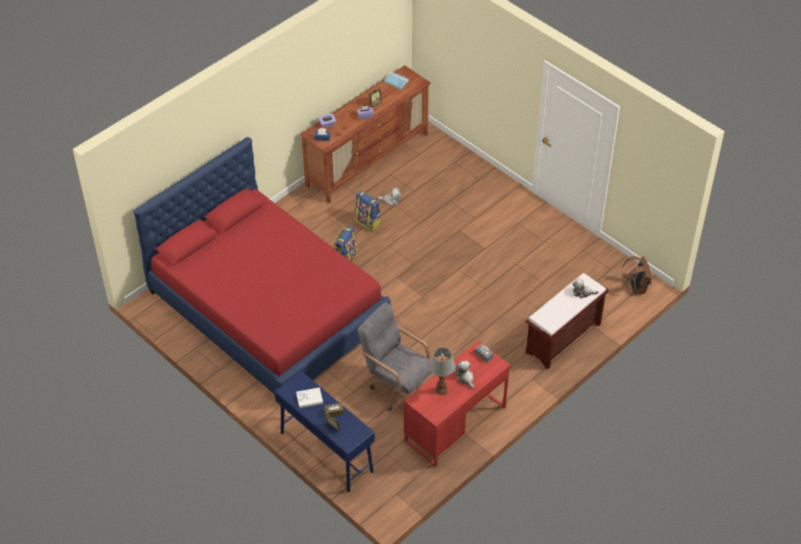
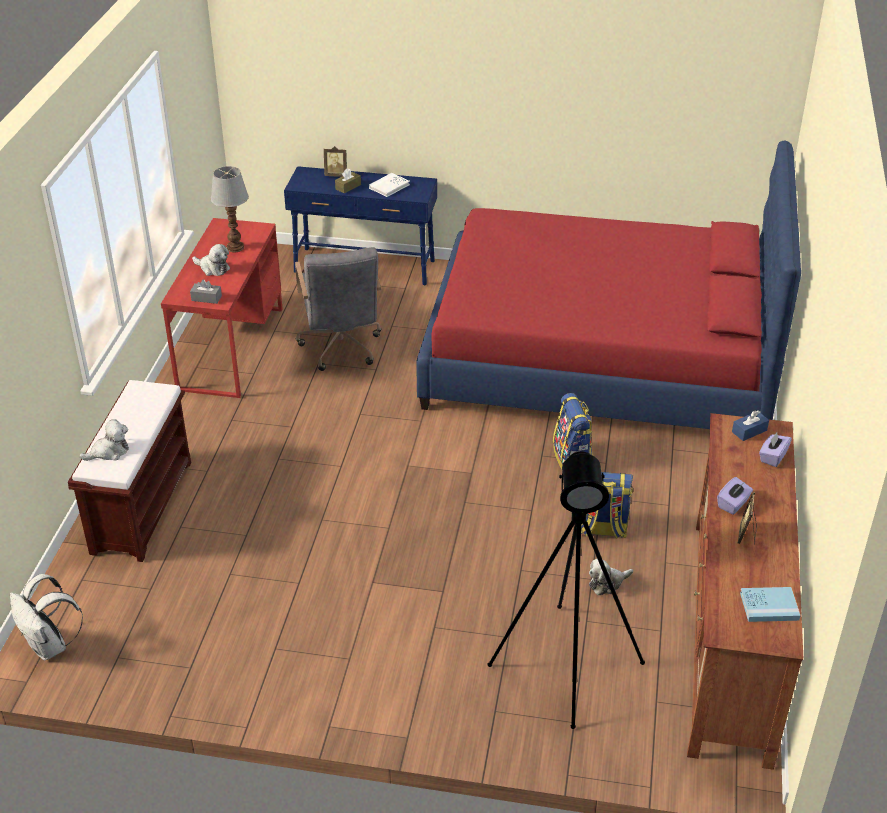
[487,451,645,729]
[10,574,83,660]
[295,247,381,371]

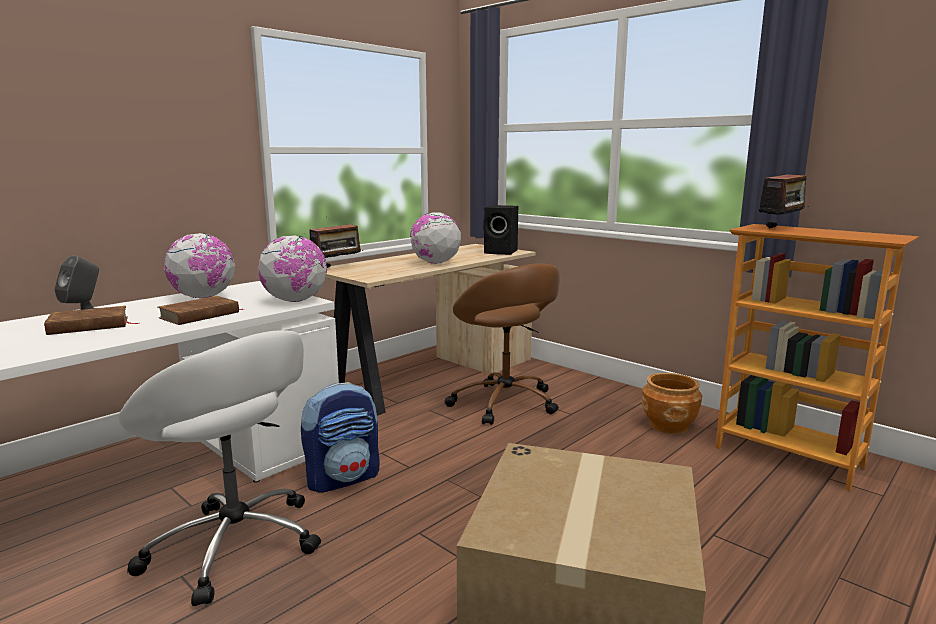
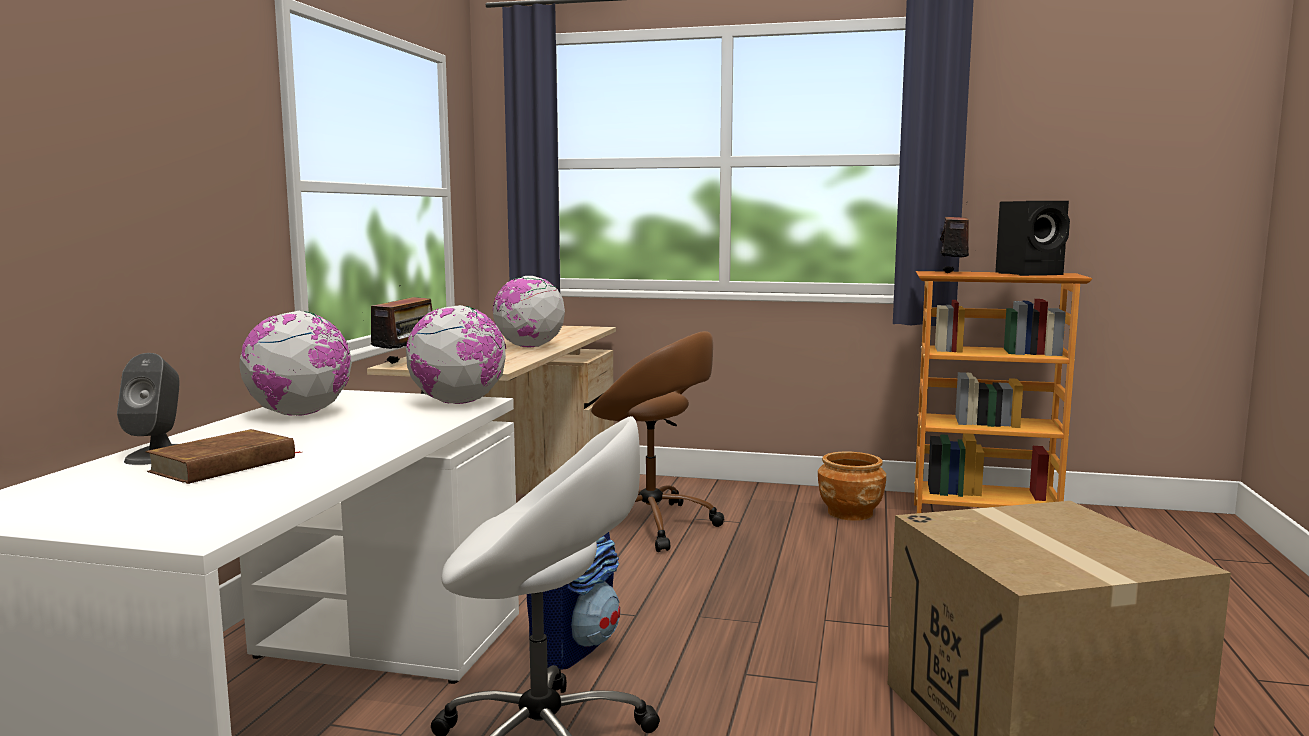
[158,296,243,325] (first image)
[995,201,1070,276]

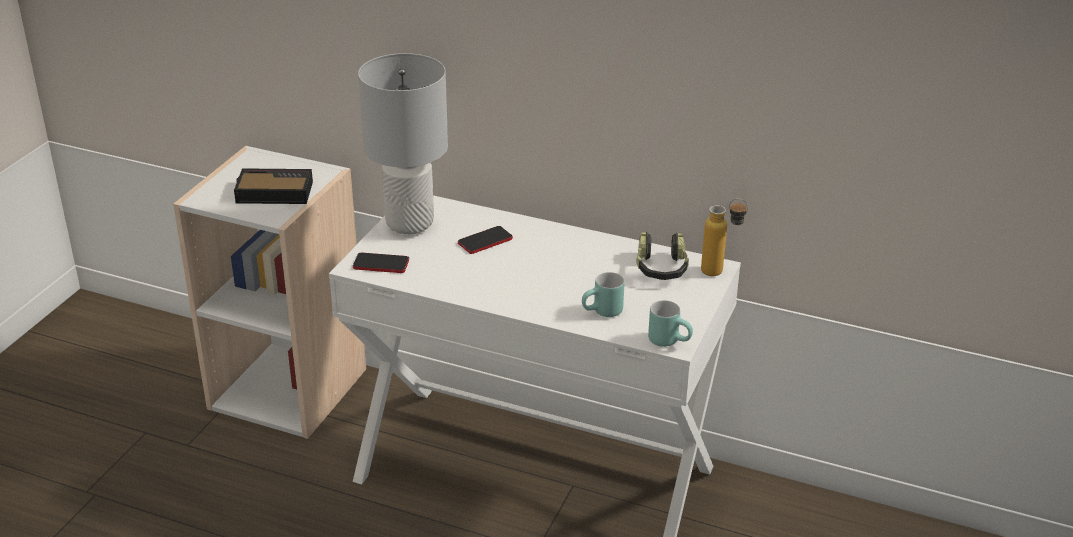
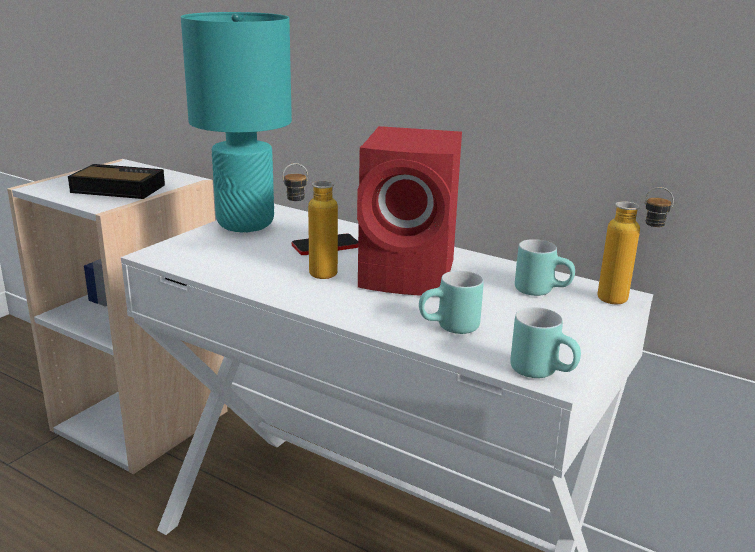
[353,253,409,273] (first image)
[282,163,338,279]
[357,126,462,296]
[515,239,575,296]
[181,12,292,232]

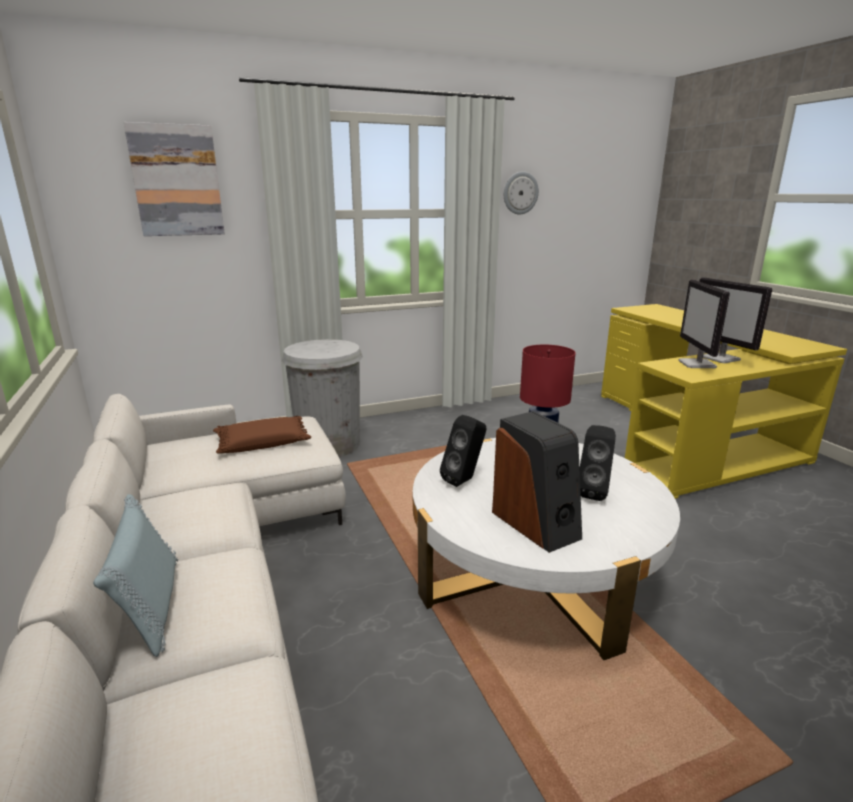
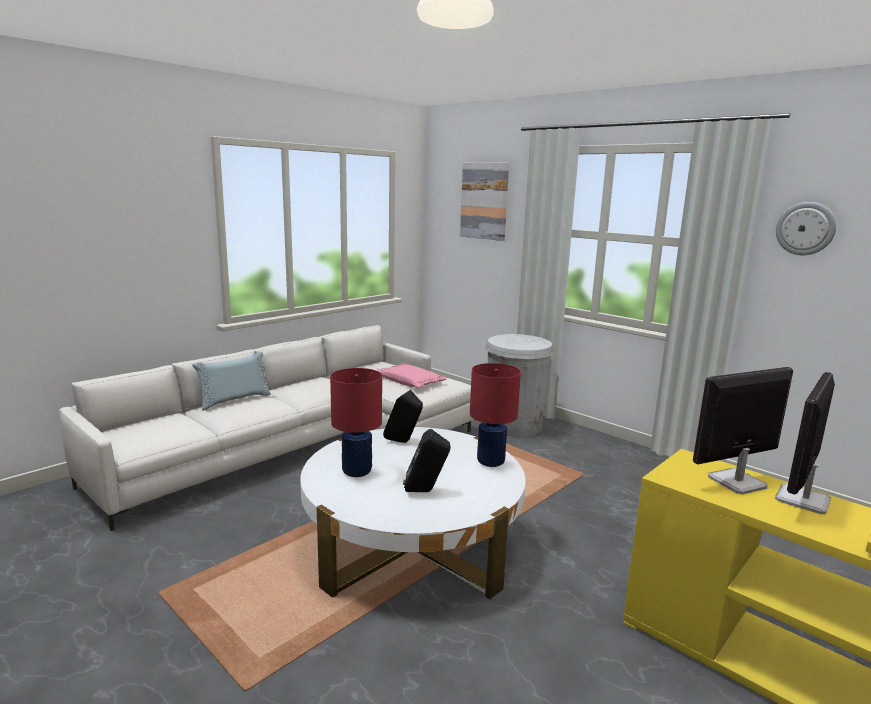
[330,368,382,477]
[377,363,447,388]

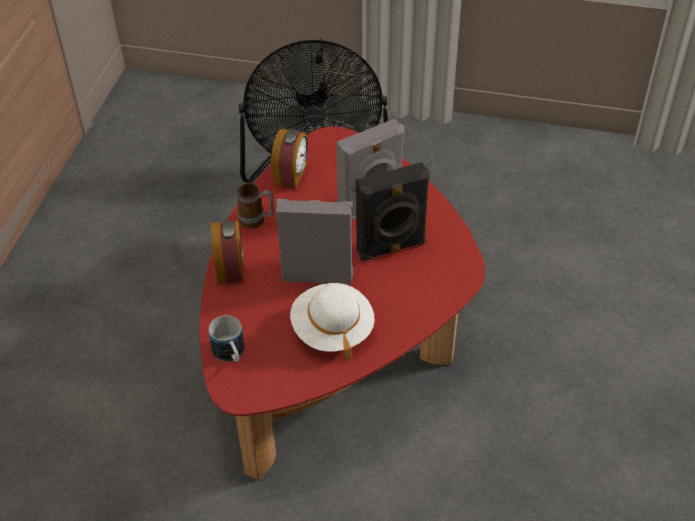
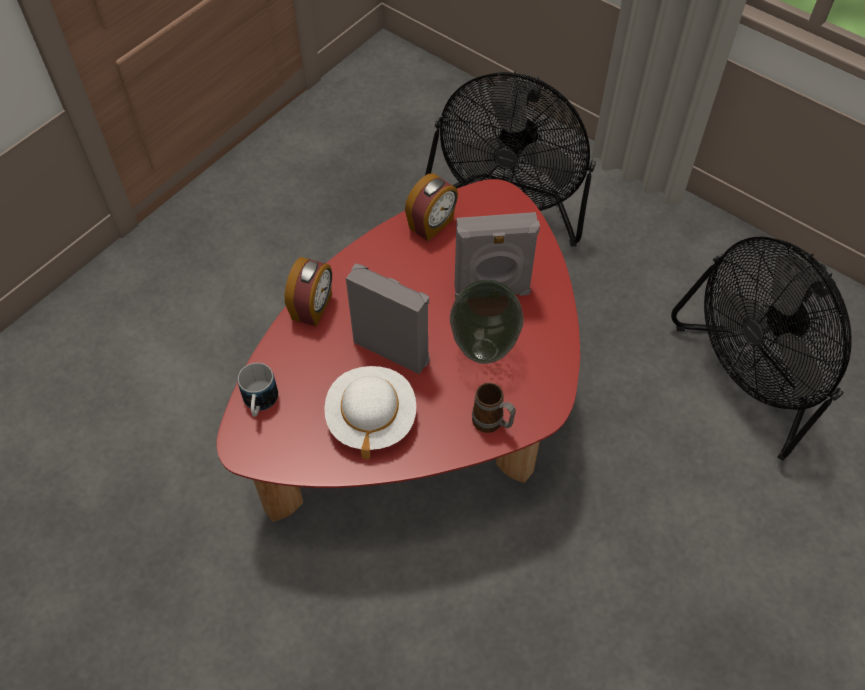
[671,237,852,461]
[472,383,516,433]
[450,280,524,364]

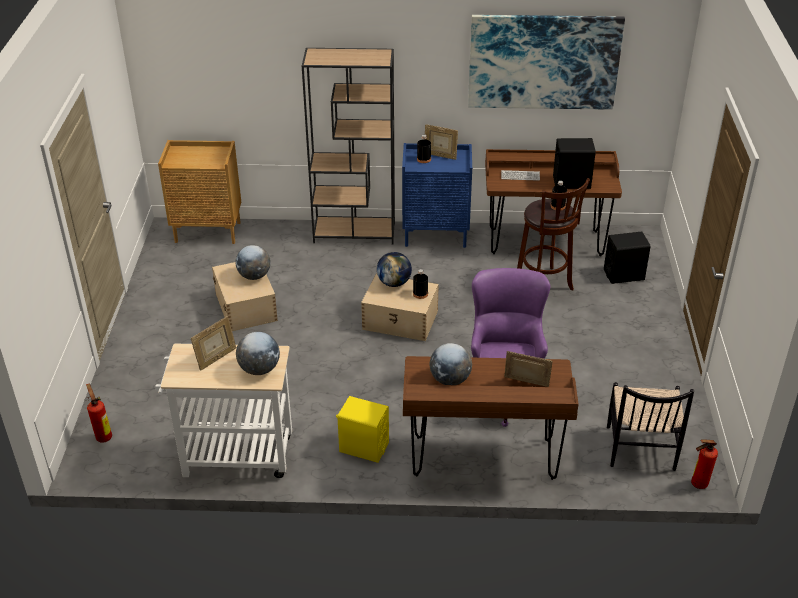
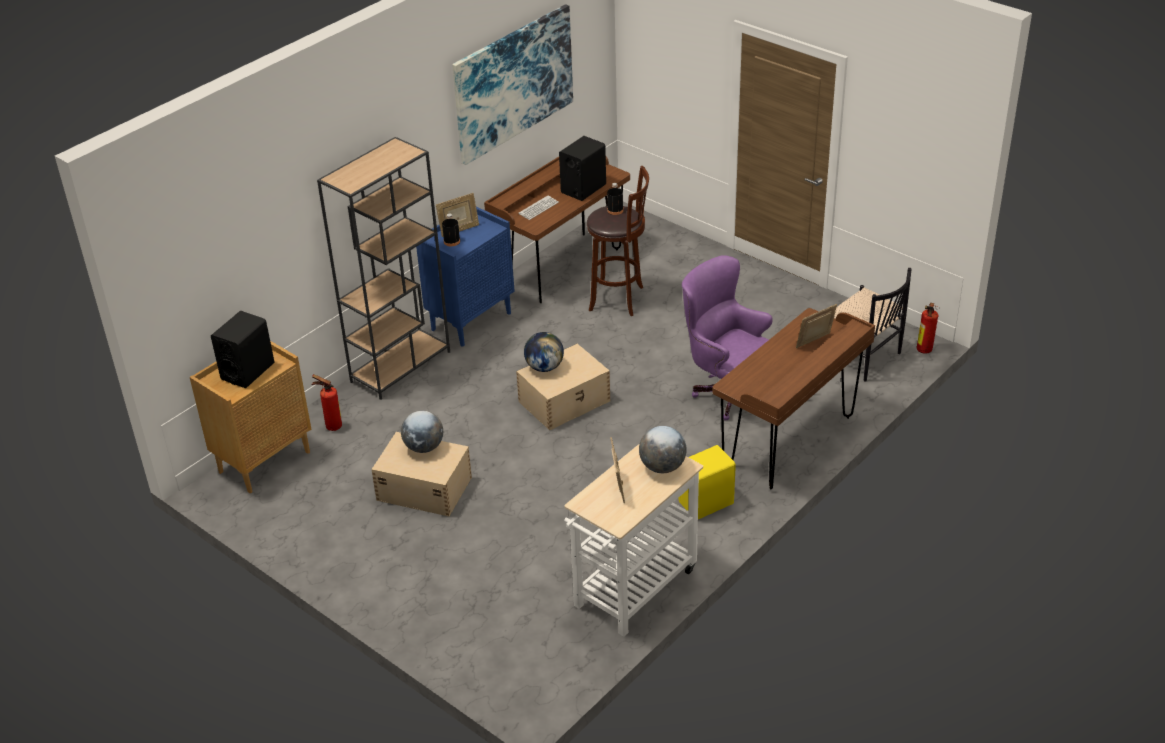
[413,269,428,299] (first image)
[430,343,472,385] (first image)
[312,374,342,431]
[211,311,274,388]

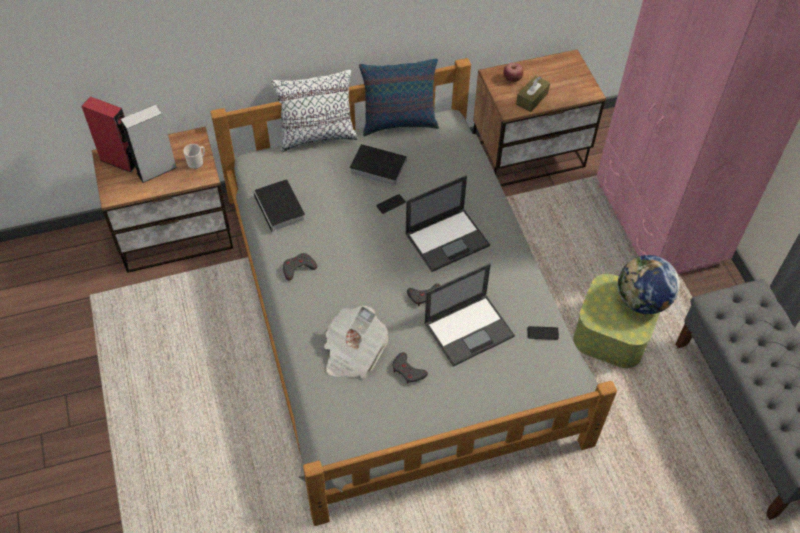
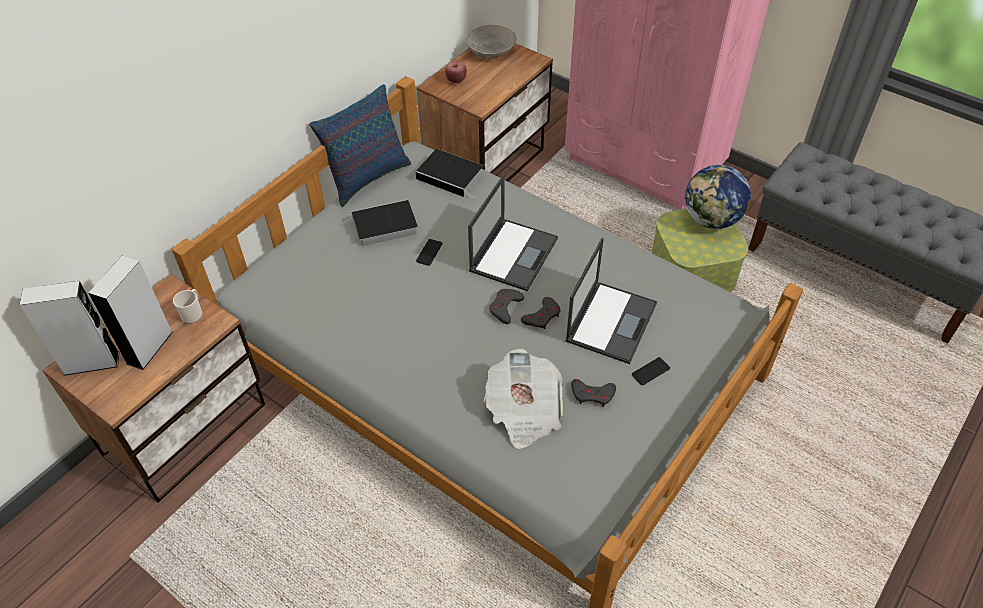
[272,70,358,152] (first image)
[516,76,550,112] (first image)
[466,25,516,59]
[416,149,483,199]
[489,289,524,324]
[632,357,670,385]
[20,281,119,376]

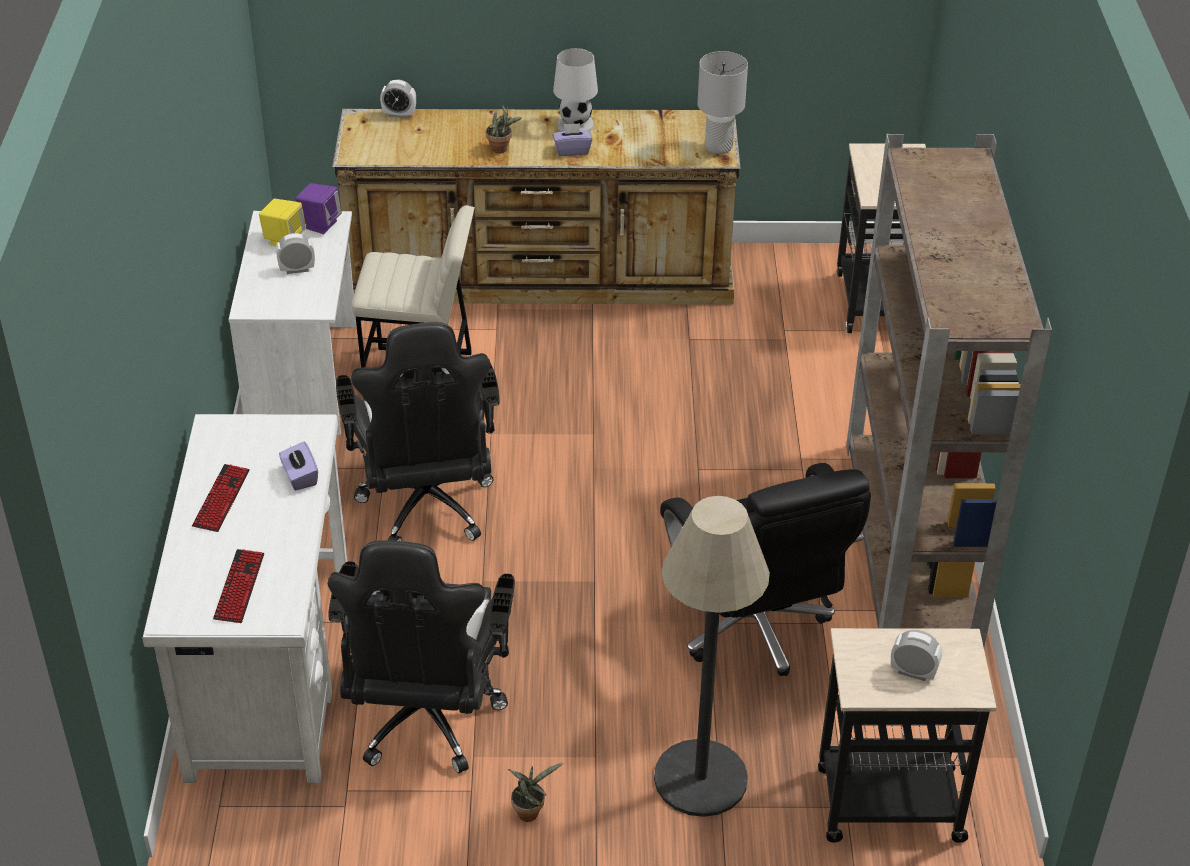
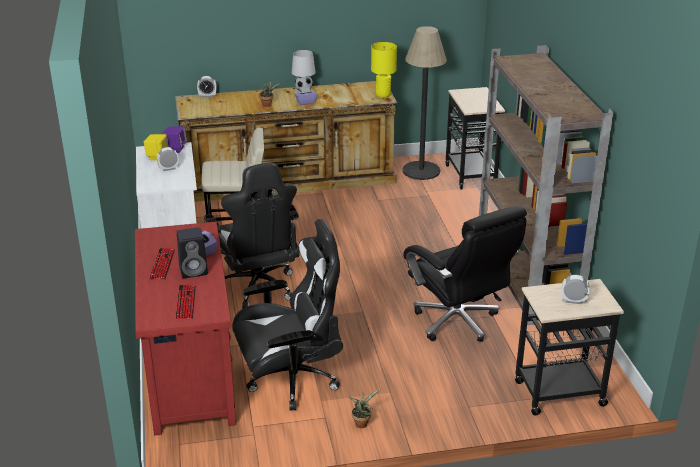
[177,227,208,278]
[403,26,447,180]
[135,222,236,435]
[371,42,397,98]
[232,219,343,411]

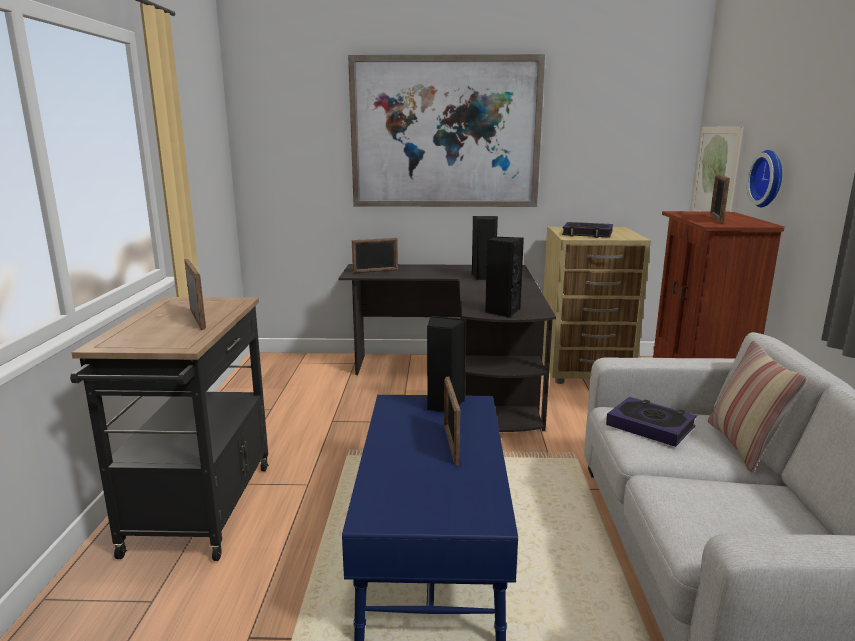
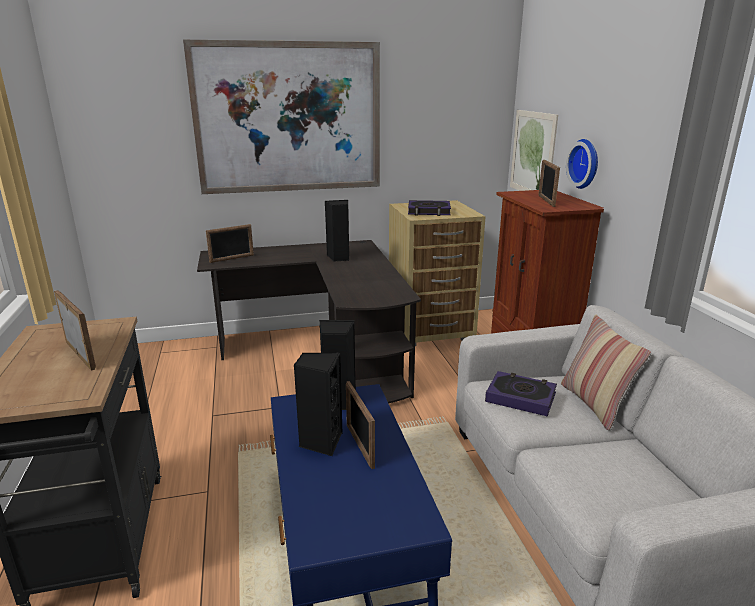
[294,352,343,456]

